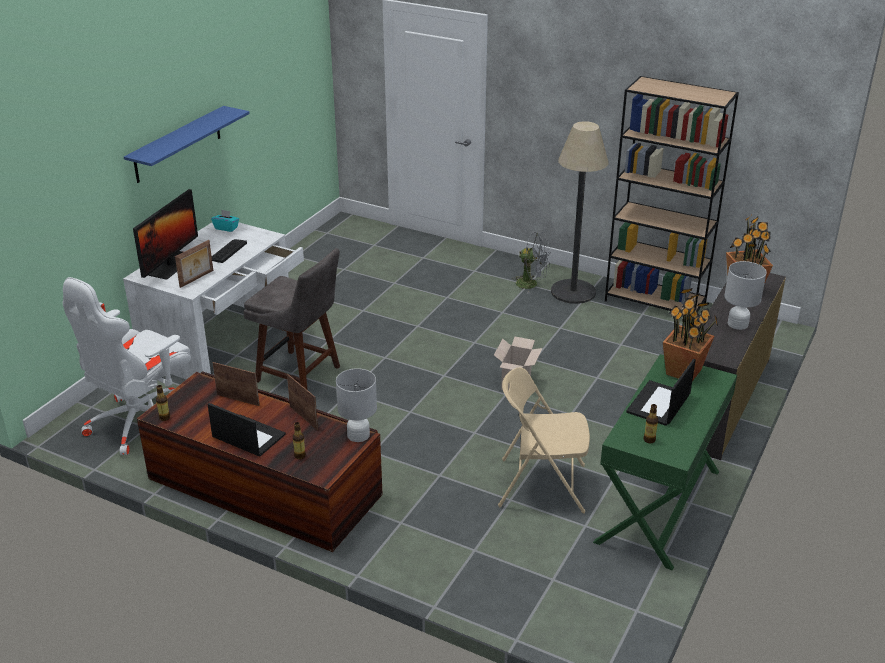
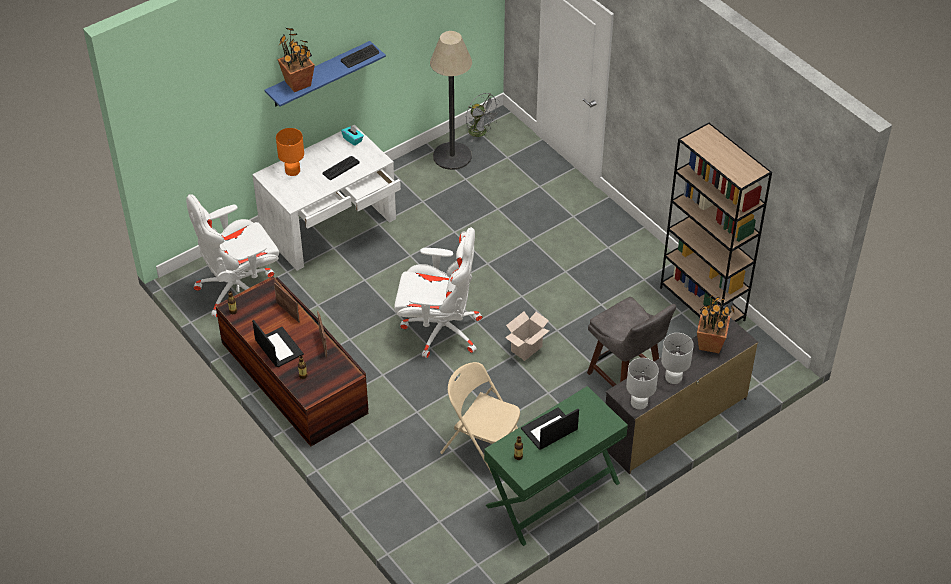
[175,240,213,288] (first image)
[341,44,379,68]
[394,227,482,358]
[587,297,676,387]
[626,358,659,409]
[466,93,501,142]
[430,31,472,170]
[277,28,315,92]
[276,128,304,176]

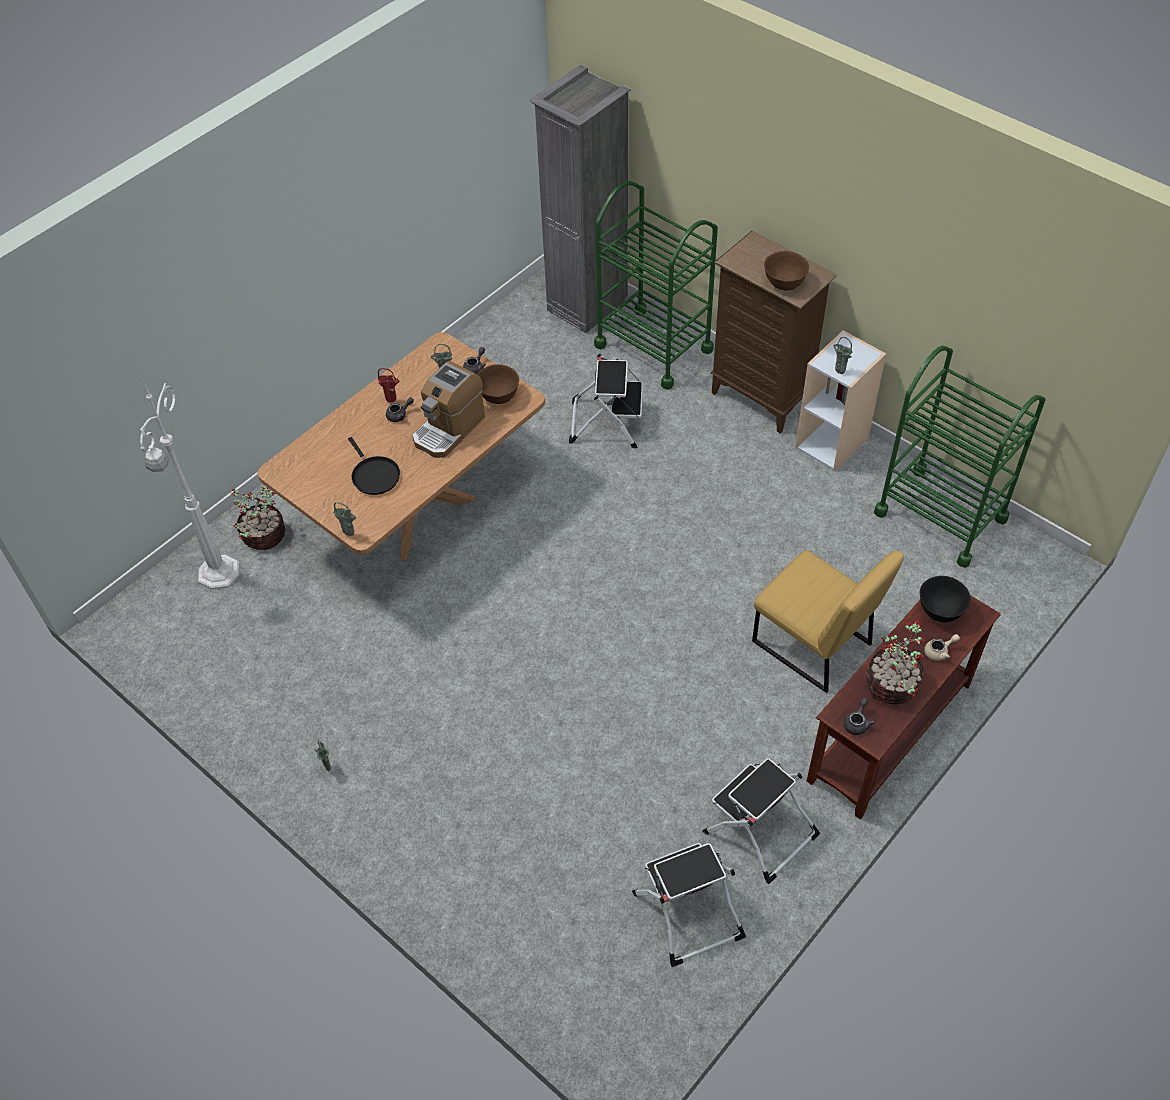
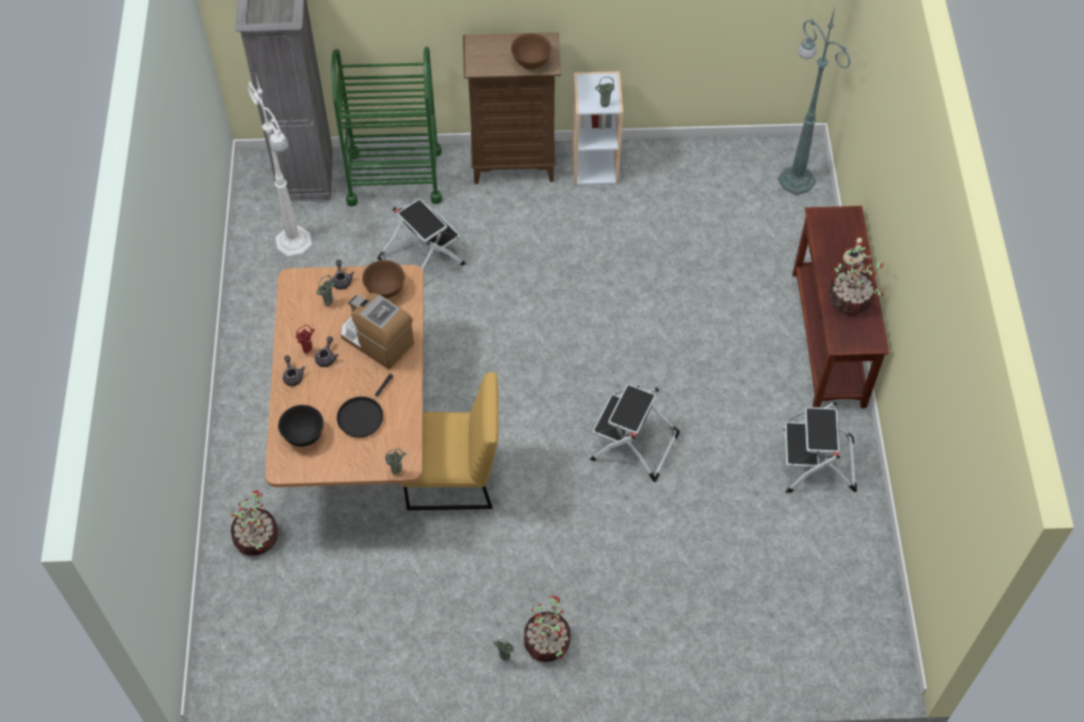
[874,346,1045,568] (first image)
[524,595,571,662]
[778,7,851,195]
[247,75,313,258]
[590,384,680,482]
[401,372,498,510]
[283,355,305,386]
[278,405,324,447]
[337,374,393,438]
[341,293,414,370]

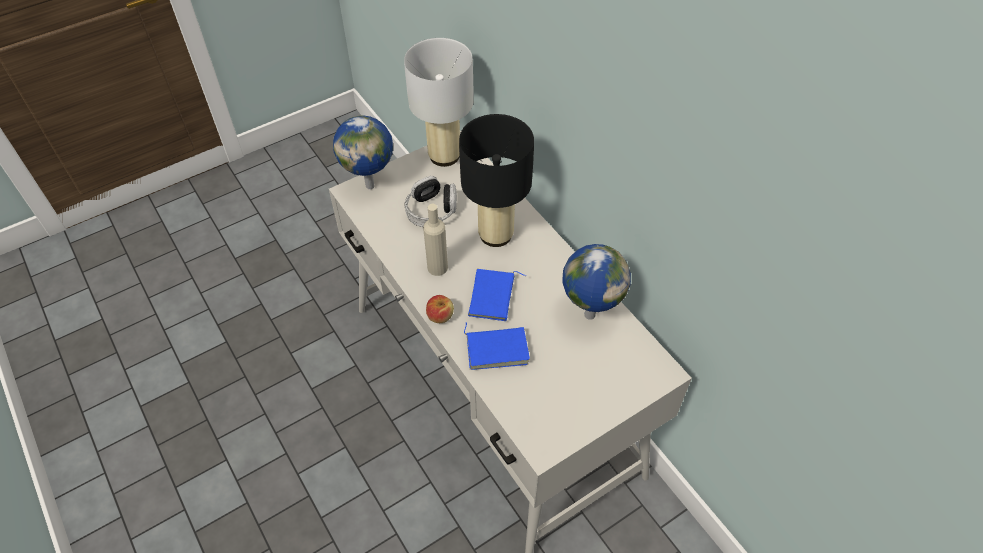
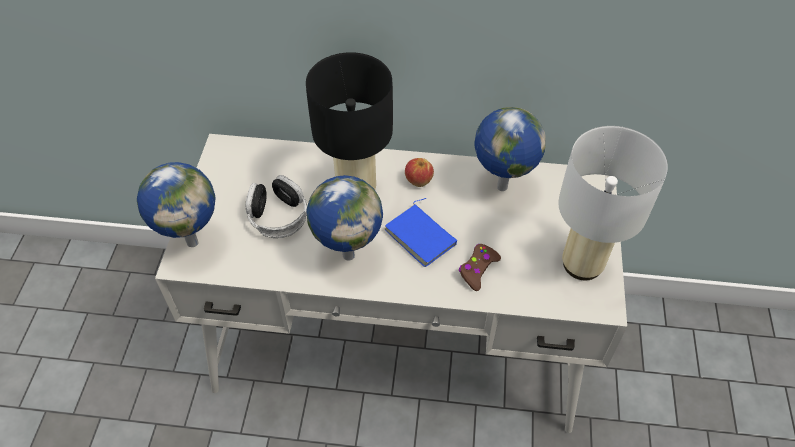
[558,126,668,280]
[405,158,434,187]
[307,175,383,261]
[459,244,501,291]

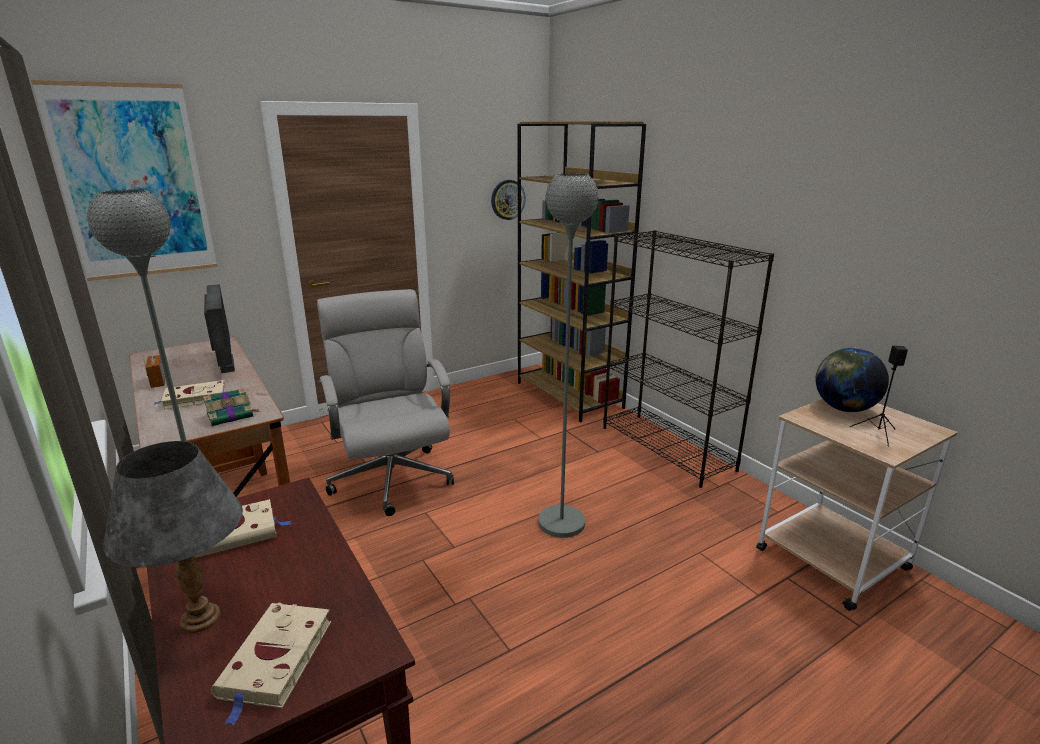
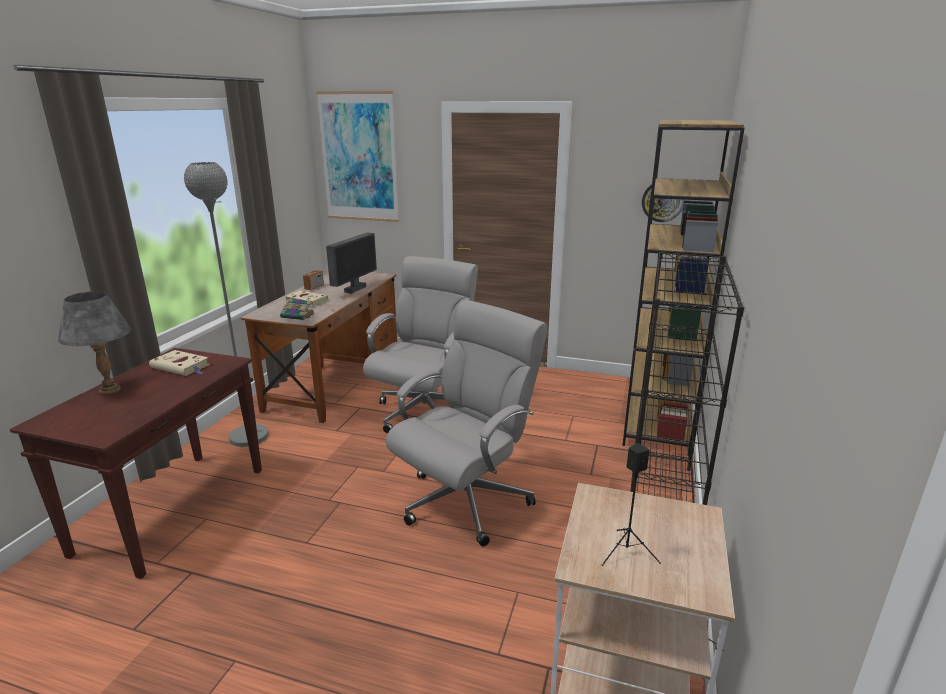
[211,603,331,726] (first image)
[815,347,889,412] (first image)
[386,300,548,546]

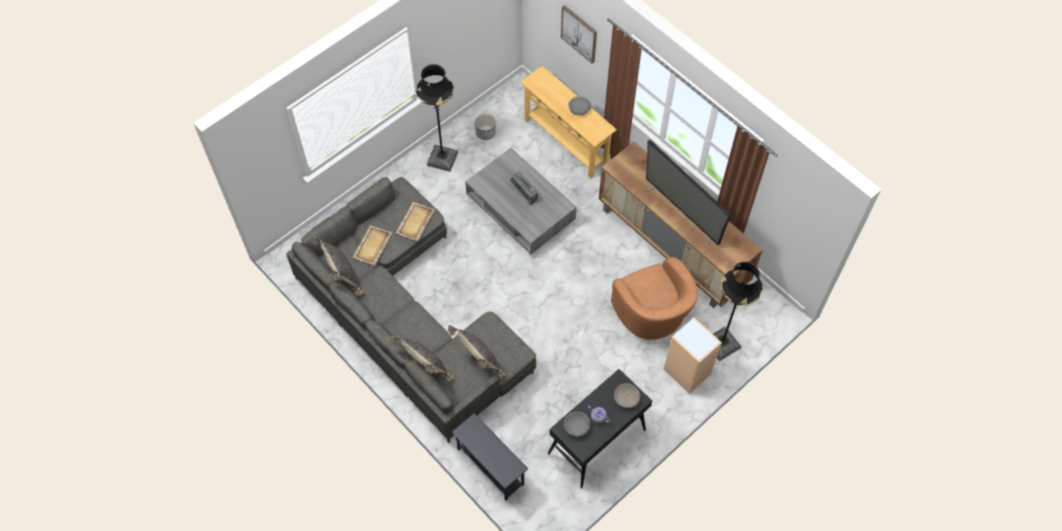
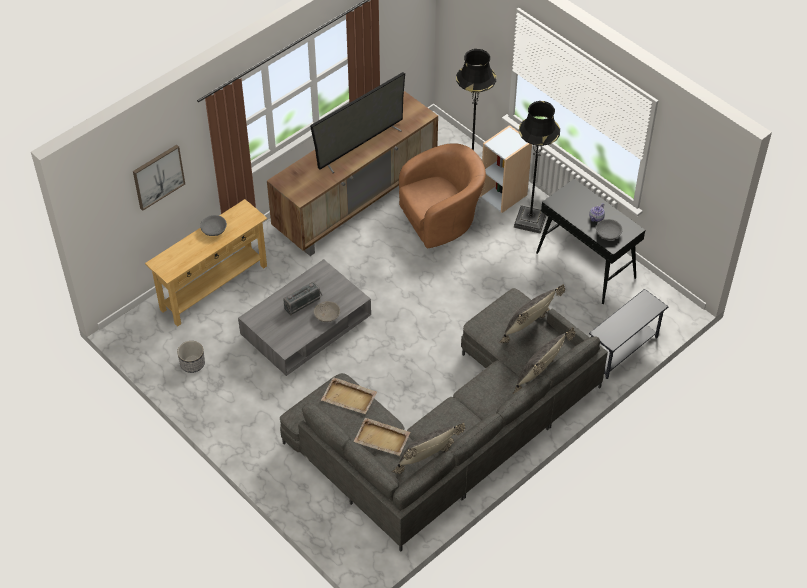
[514,101,560,234]
[314,301,340,322]

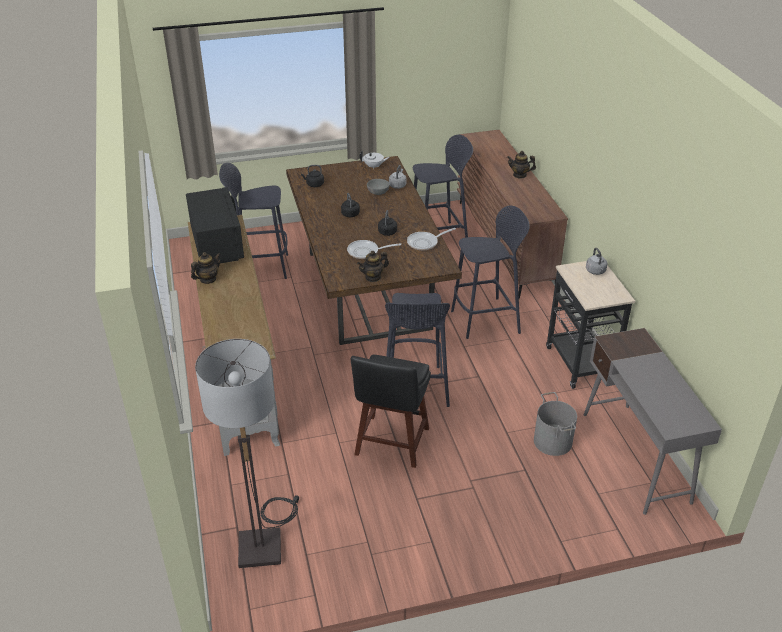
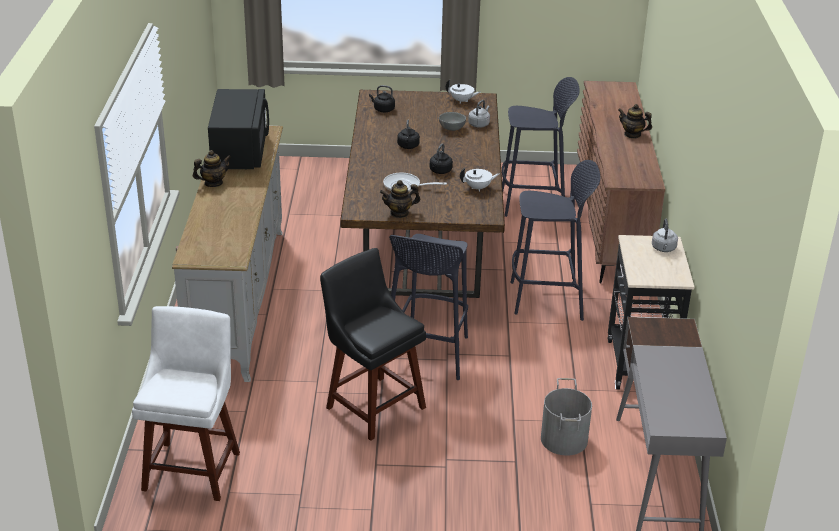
[219,163,288,279] (first image)
[132,306,240,501]
[460,168,499,192]
[320,248,426,441]

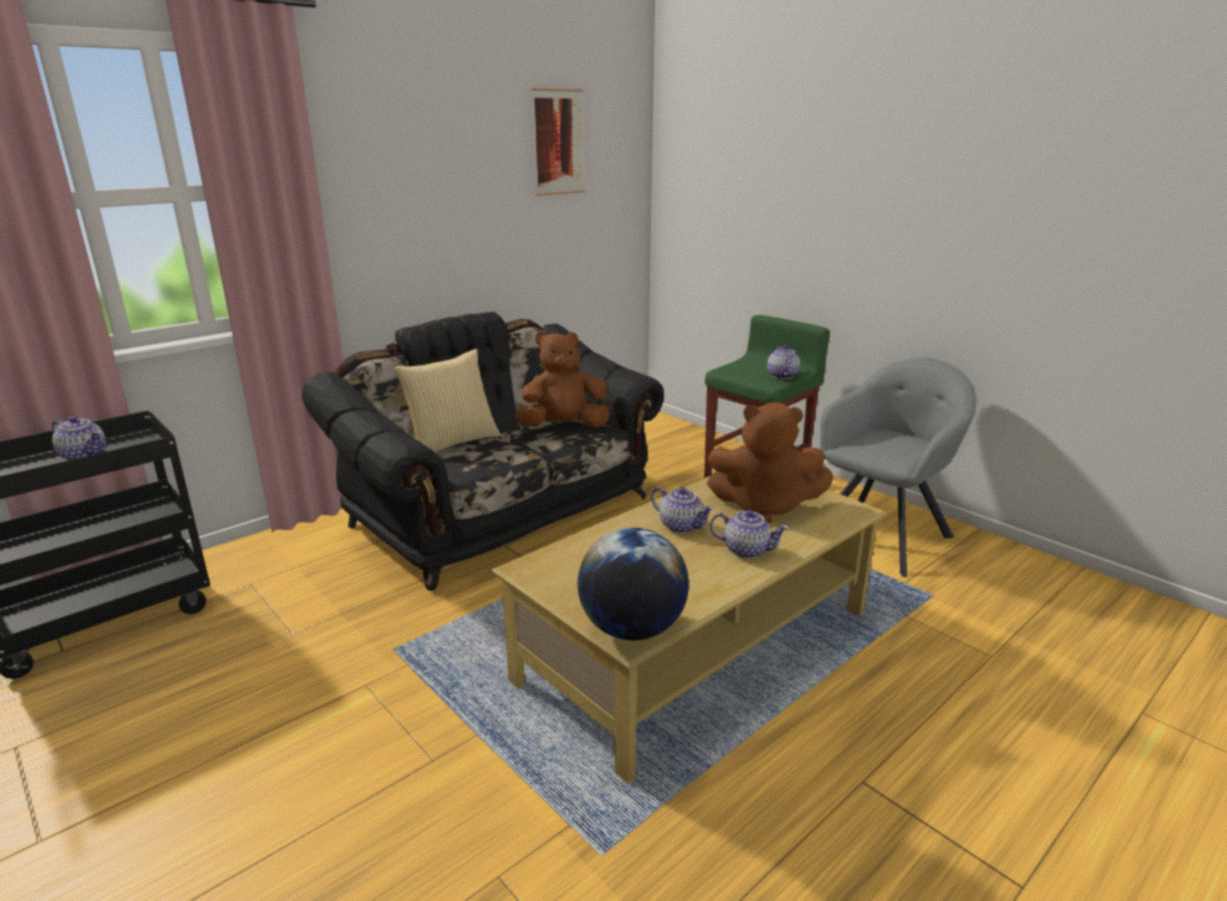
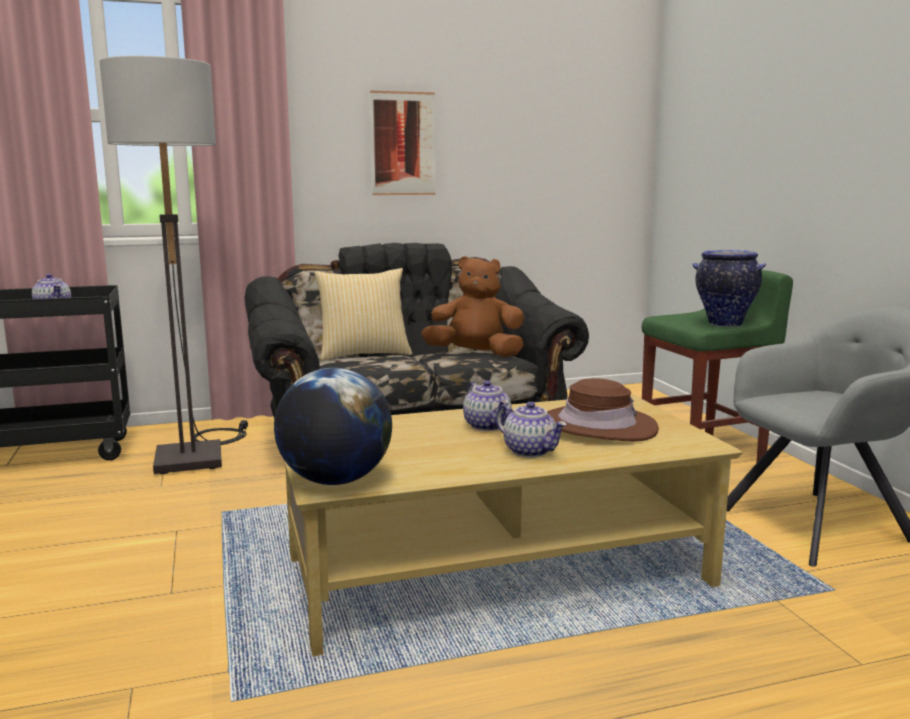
[100,56,248,474]
[370,91,436,195]
[547,378,659,441]
[693,250,766,327]

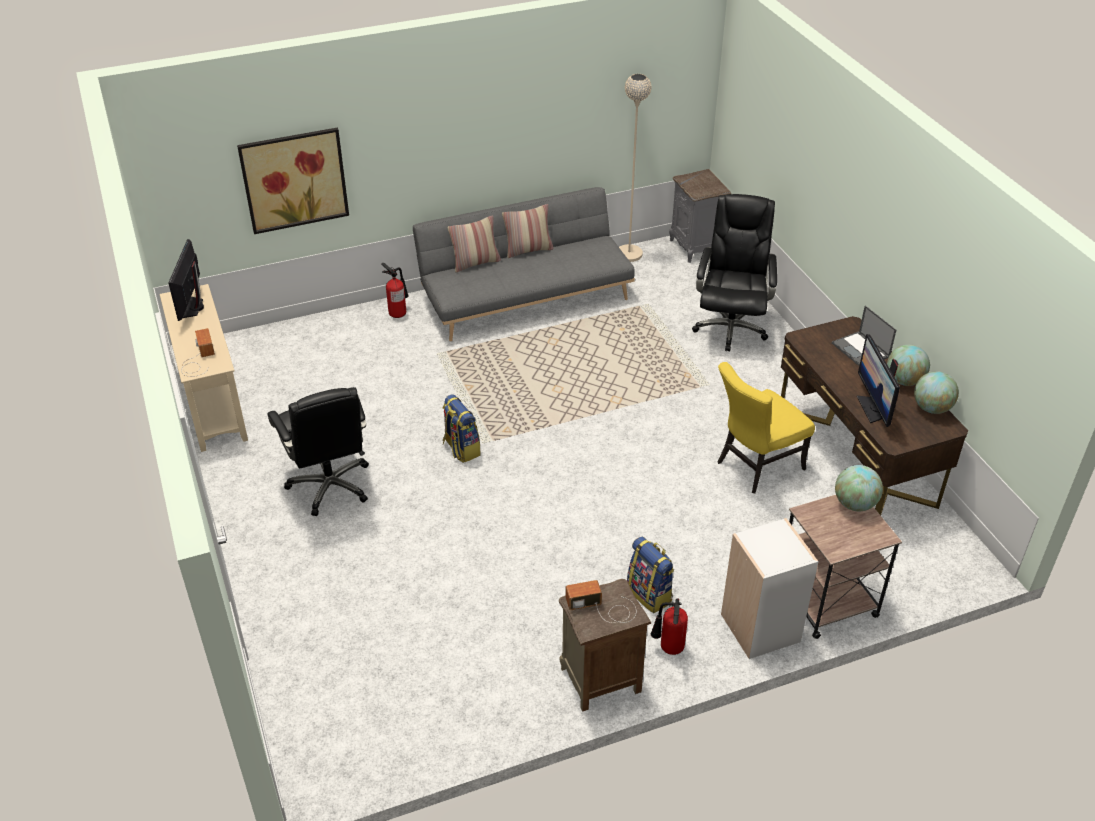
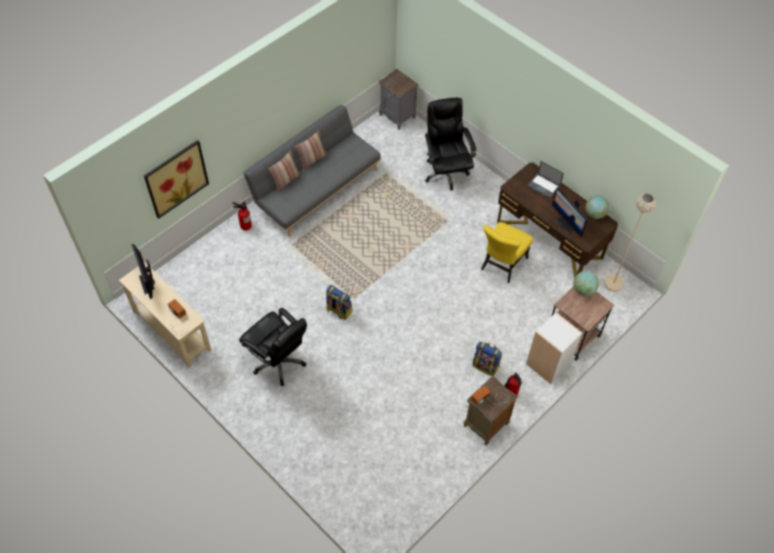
[887,345,930,386] (first image)
[604,193,656,292]

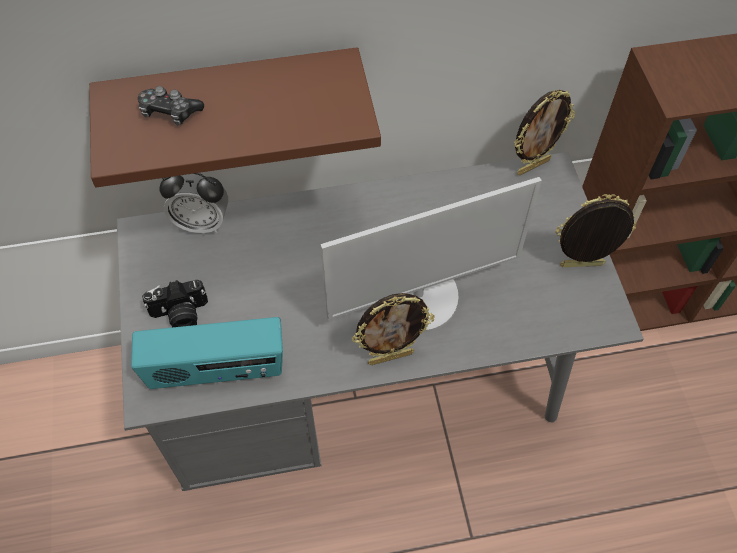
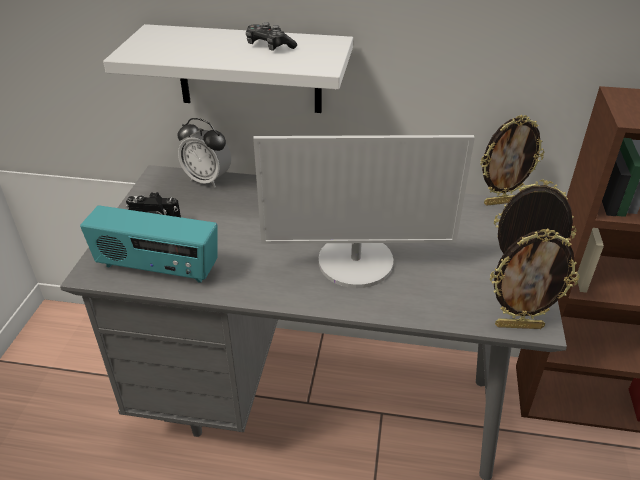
[246,22,297,51]
[490,229,580,329]
[103,24,353,113]

